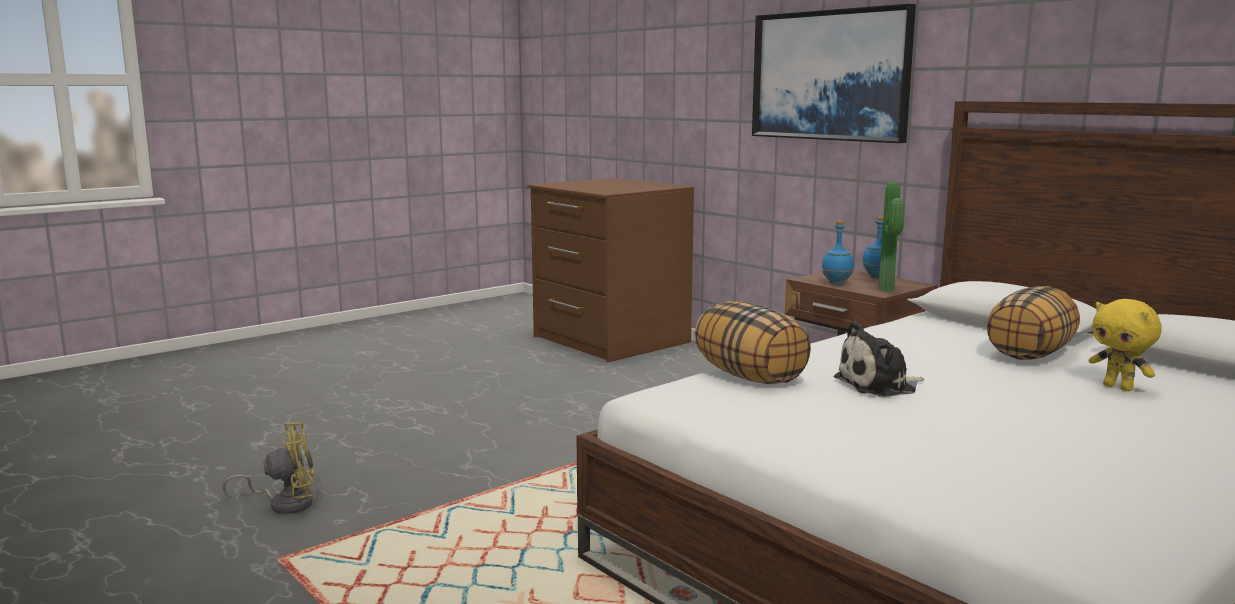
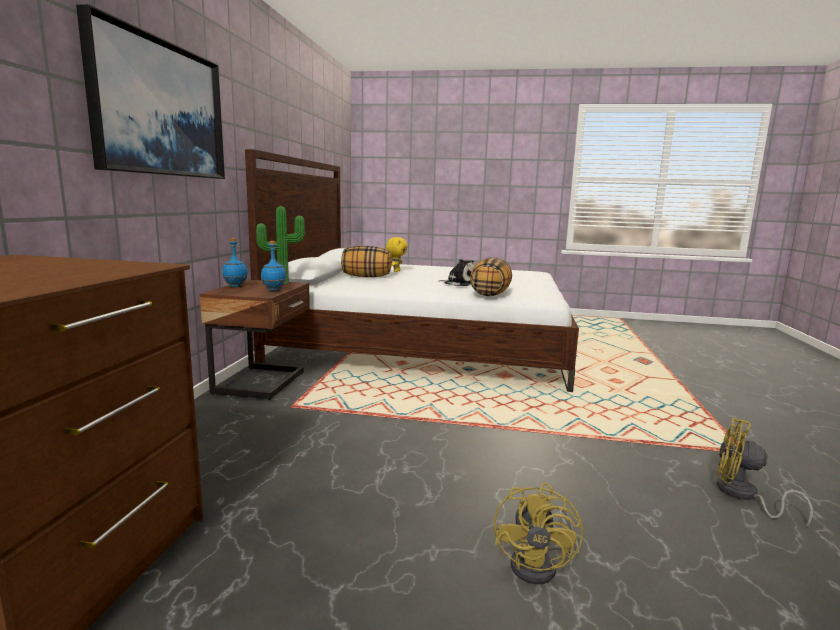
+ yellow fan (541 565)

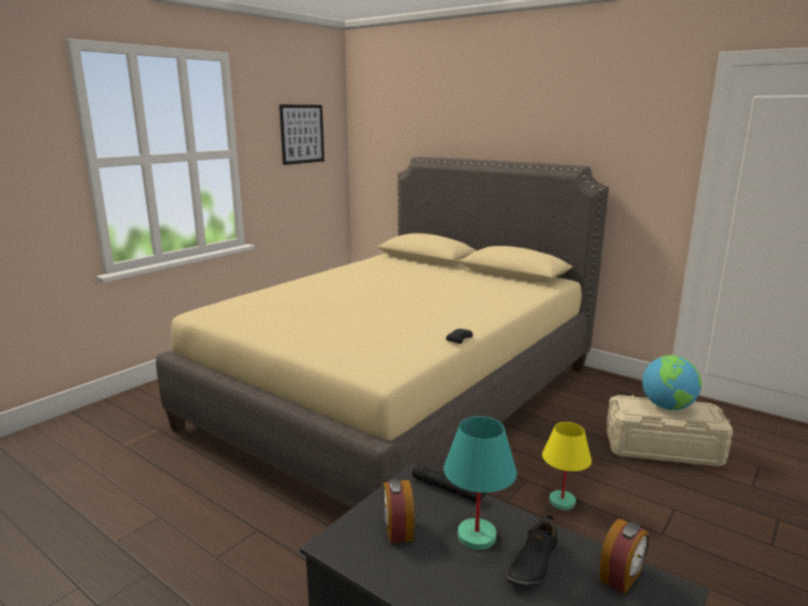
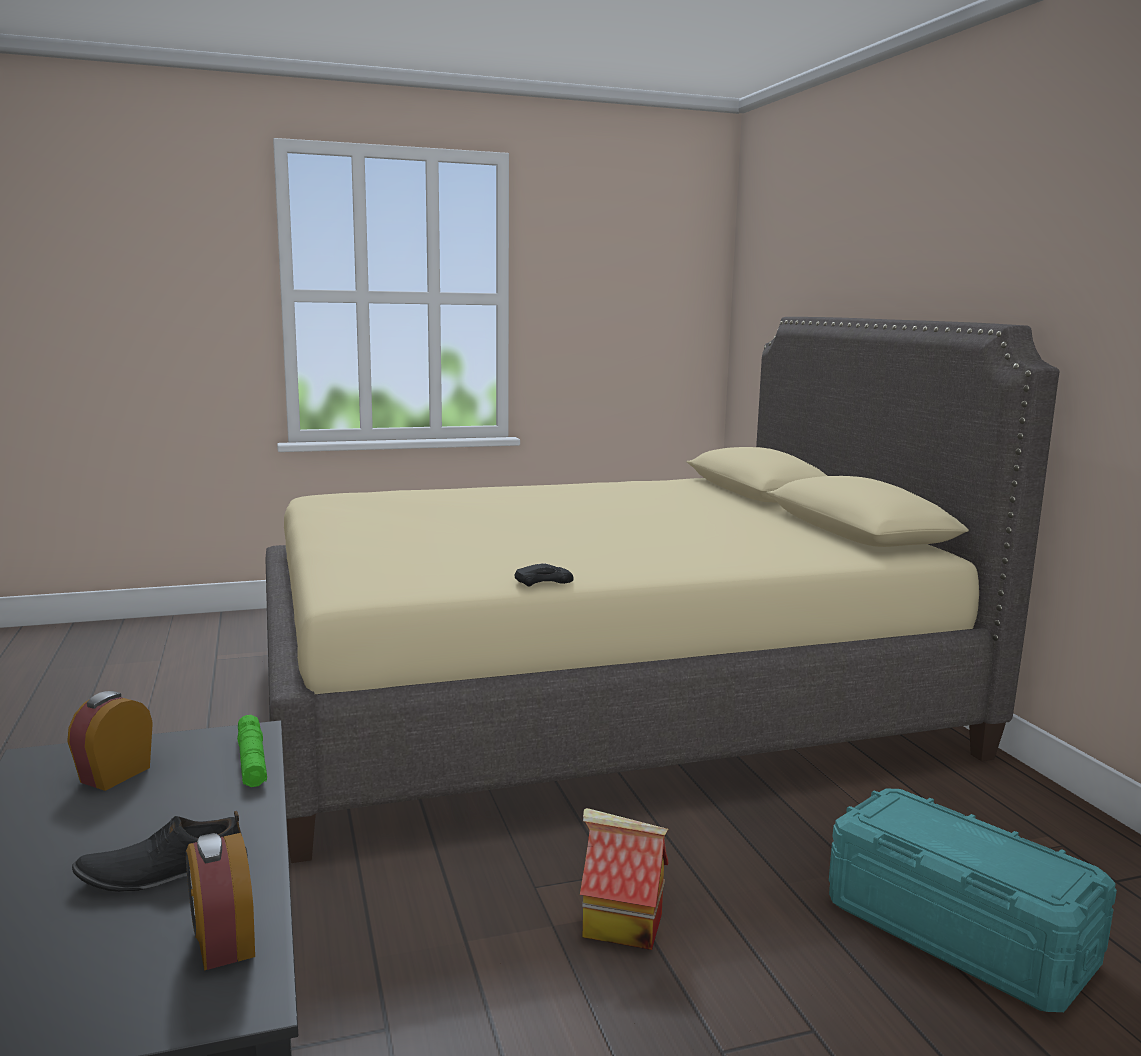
- picture (302 134)
- globe (667 407)
~ beige storage box (663 448) to turquoise storage box (958 933)
- turquoise table lamp (476 535)
~ yellow table lamp (562 502) to toy house (621 926)
~ black flashlight (447 489) to green flashlight (252 760)
~ alarm clock (621 577) = (222 942) 75 degrees clockwise

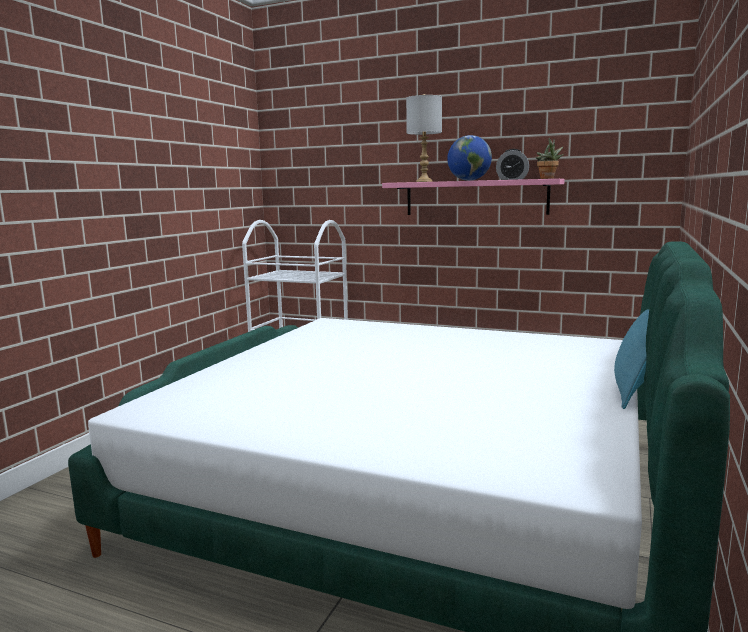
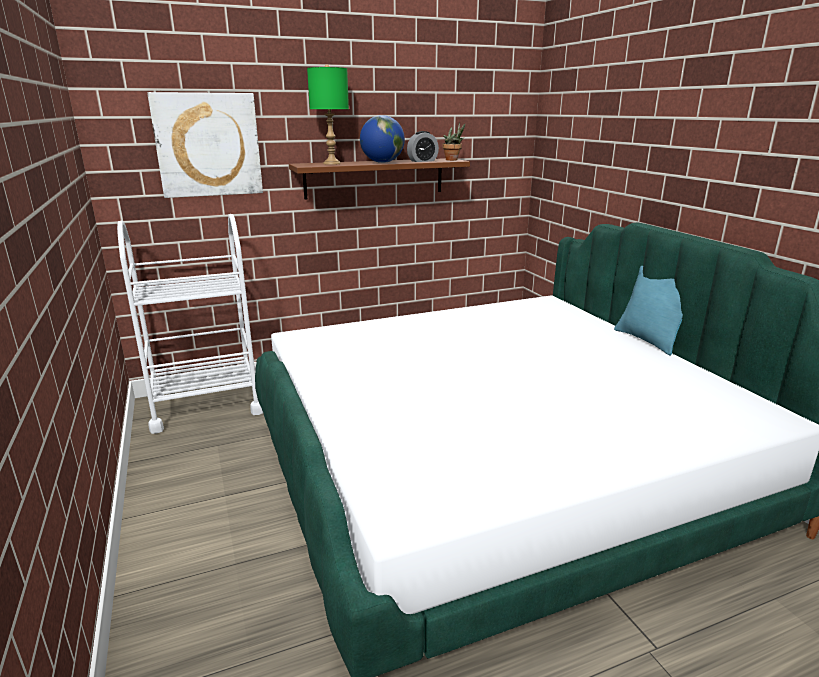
~ grey table lamp (424 181) to green table lamp (331 163)
~ pink shelf (475 198) to brown shelf (375 178)
+ picture (208 145)

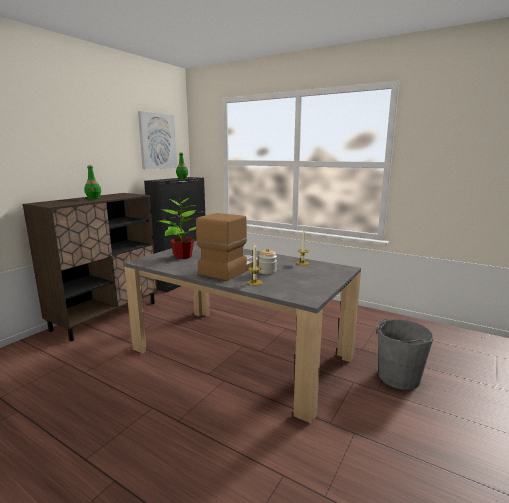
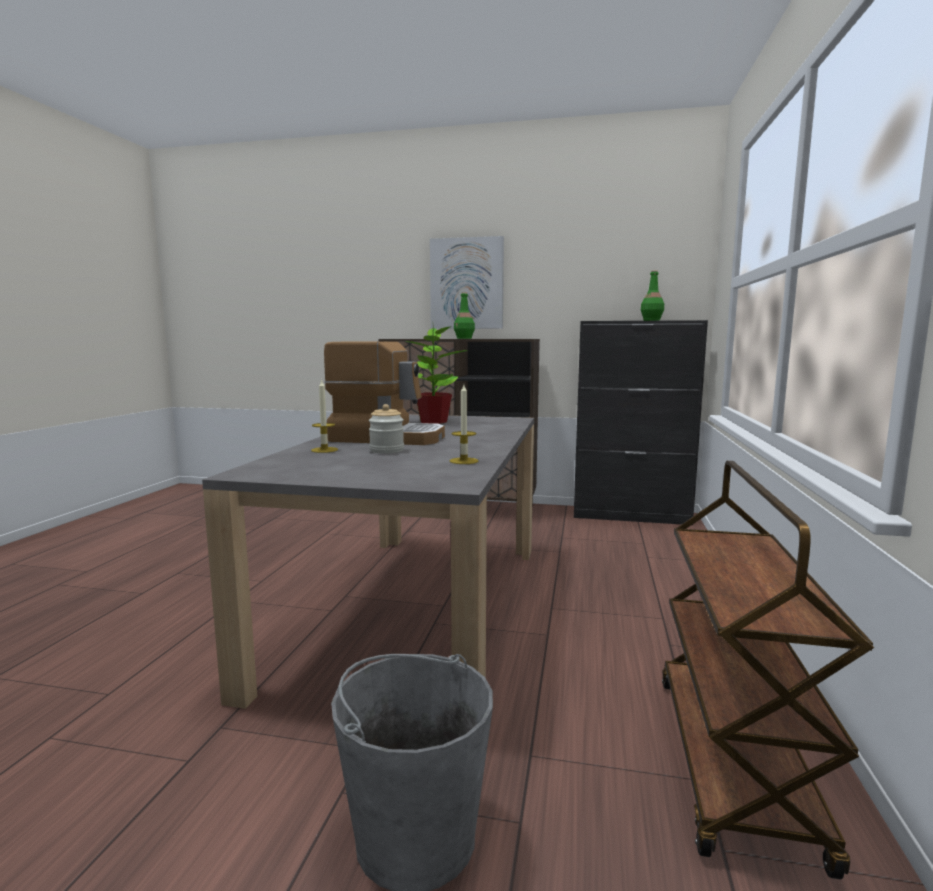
~ picture (157 141) to (467 284)
+ brown cart (734 764)

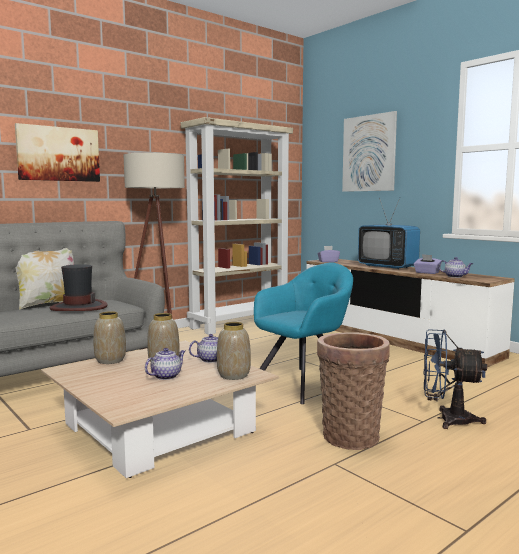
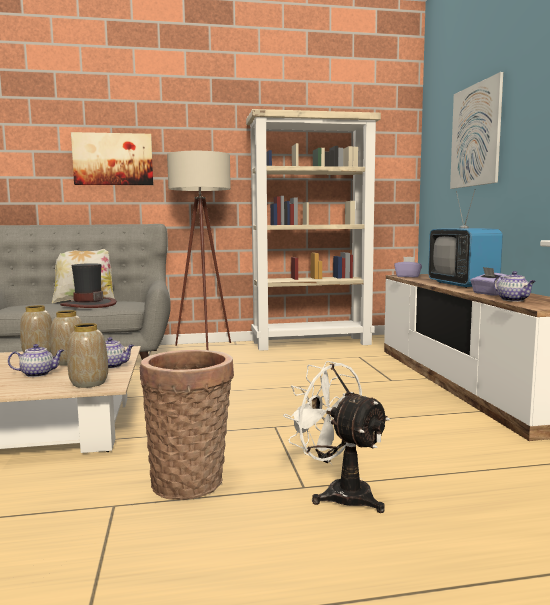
- turquoise armchair (304 383)
~ blue fan (447 419) to white fan (339 493)

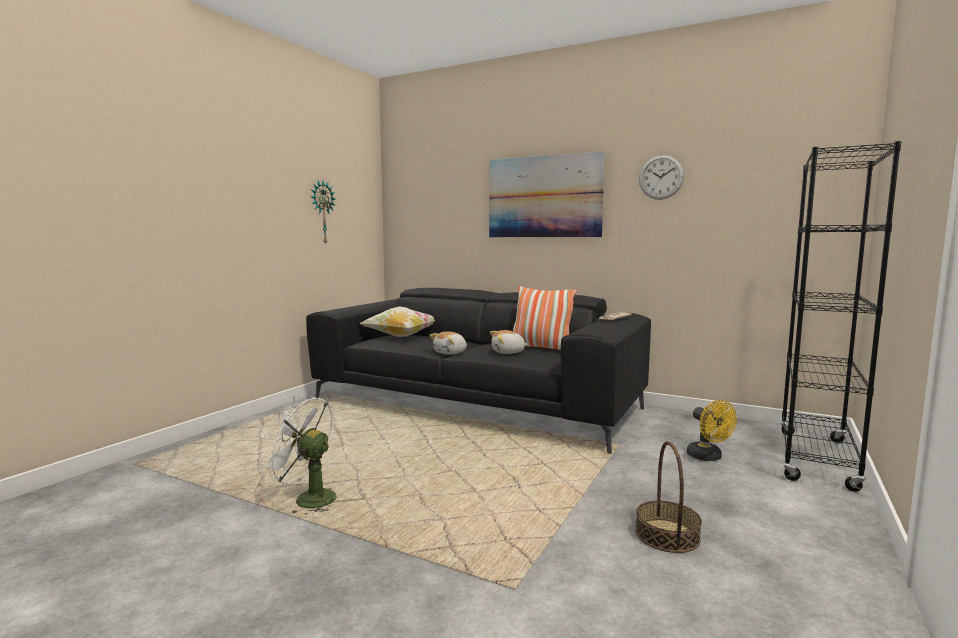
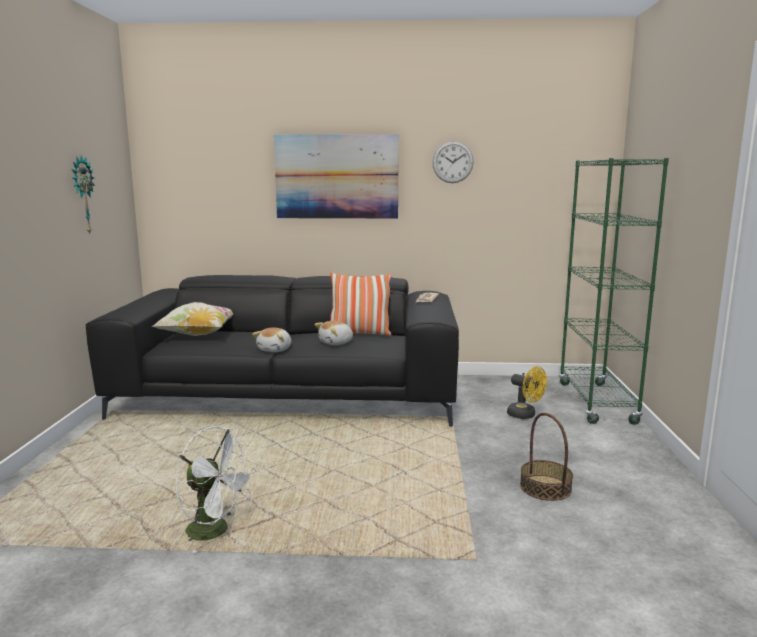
~ black bookcase (816 460) to green bookcase (596 403)
~ white fan (307 499) = (216 531) 150 degrees counterclockwise

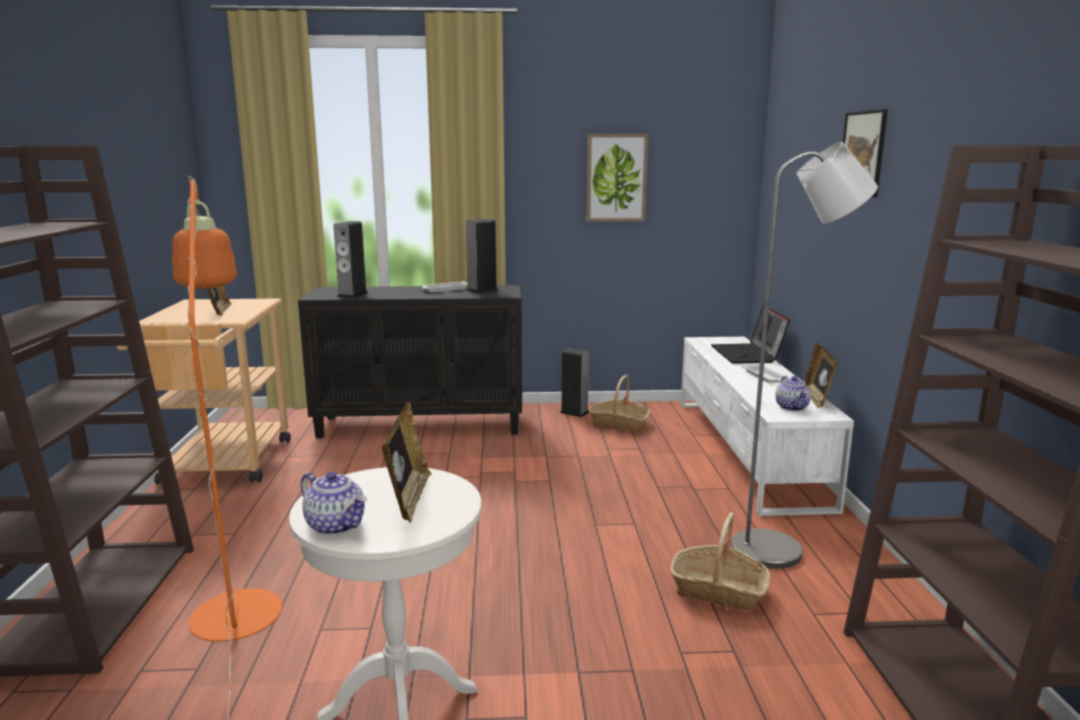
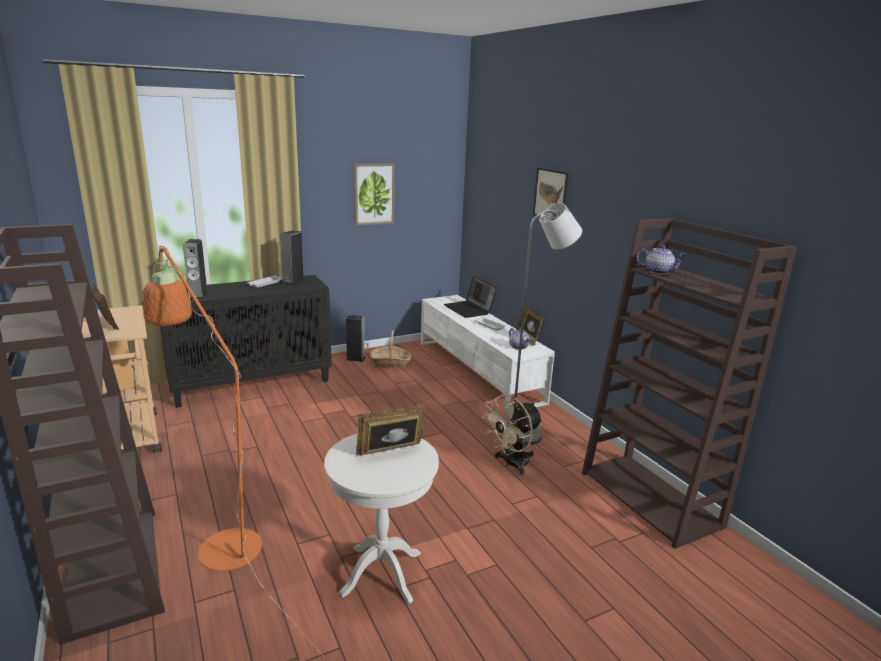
~ picture frame (408 499) = (391 453) 90 degrees counterclockwise
~ teapot (336 525) to (658 272)
~ basket (718 590) to beige fan (511 464)

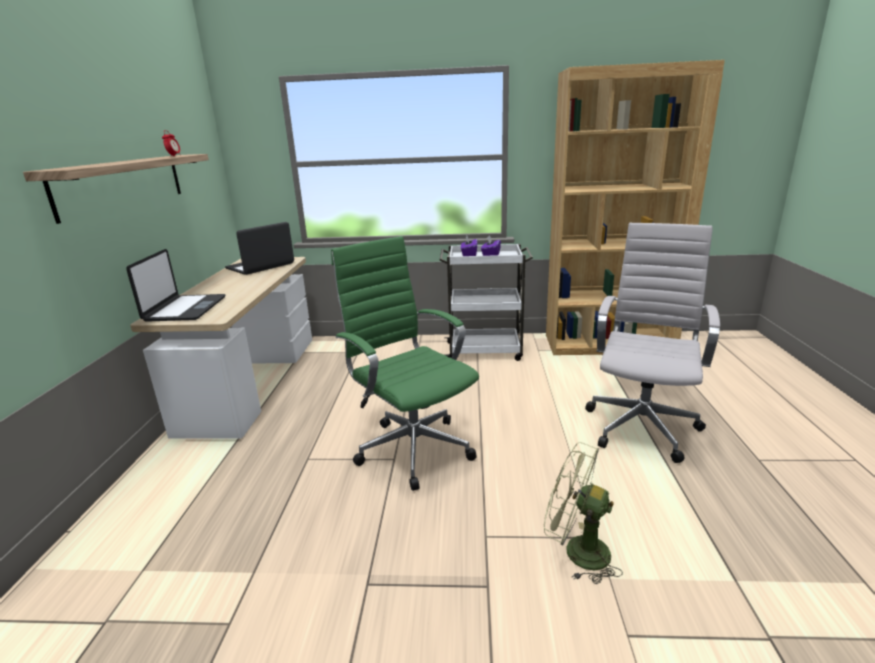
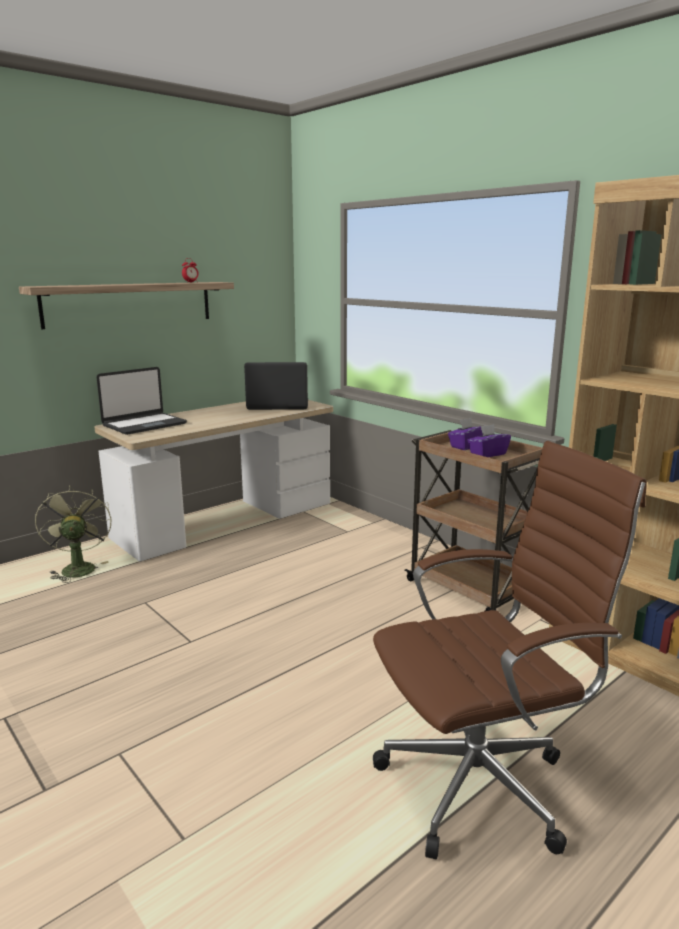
~ white office chair (642 425) to brown office chair (483 783)
- green office chair (411 447)
~ white cart (485 351) to brown cart (471 589)
~ green fan (576 551) to (77 567)

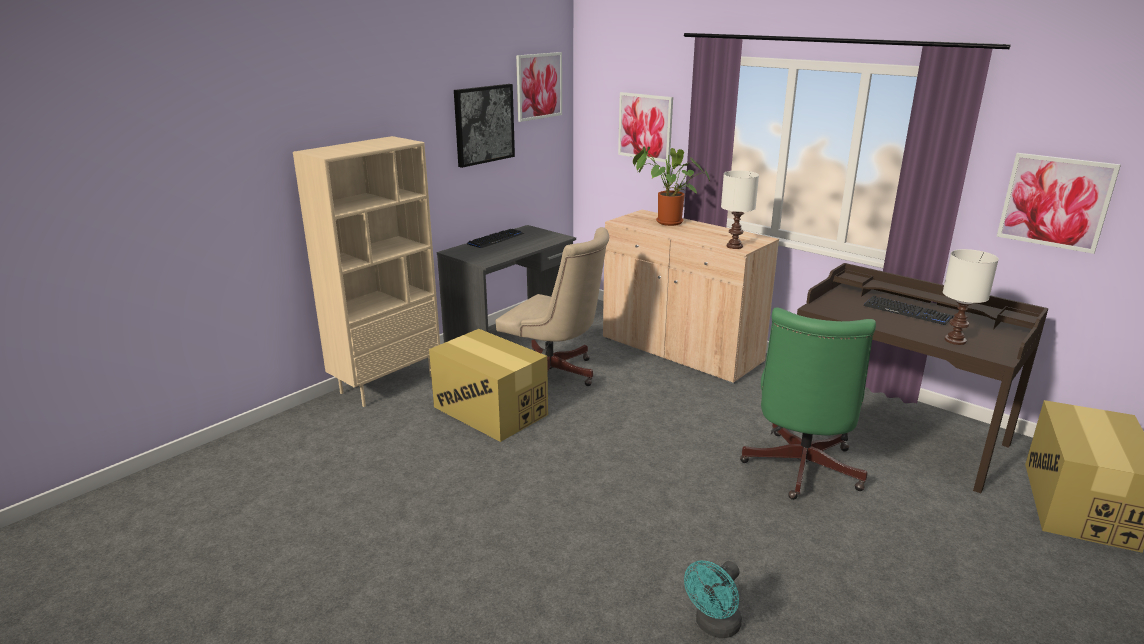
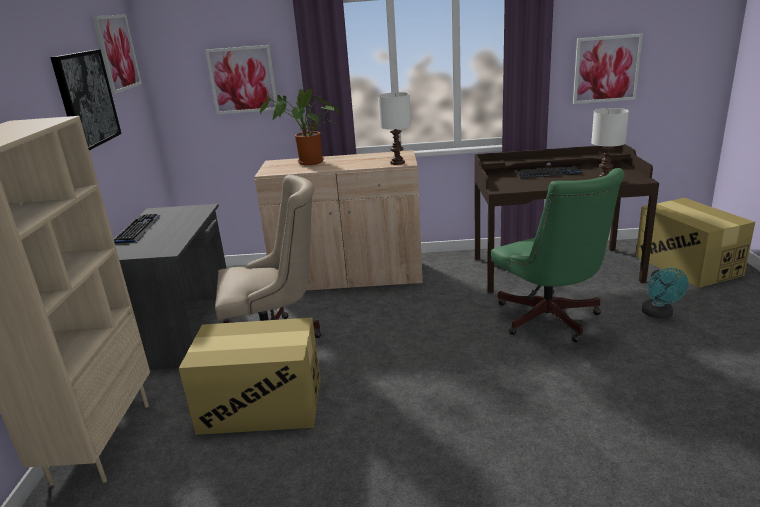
~ turquoise fan (714 626) to (659 315)

